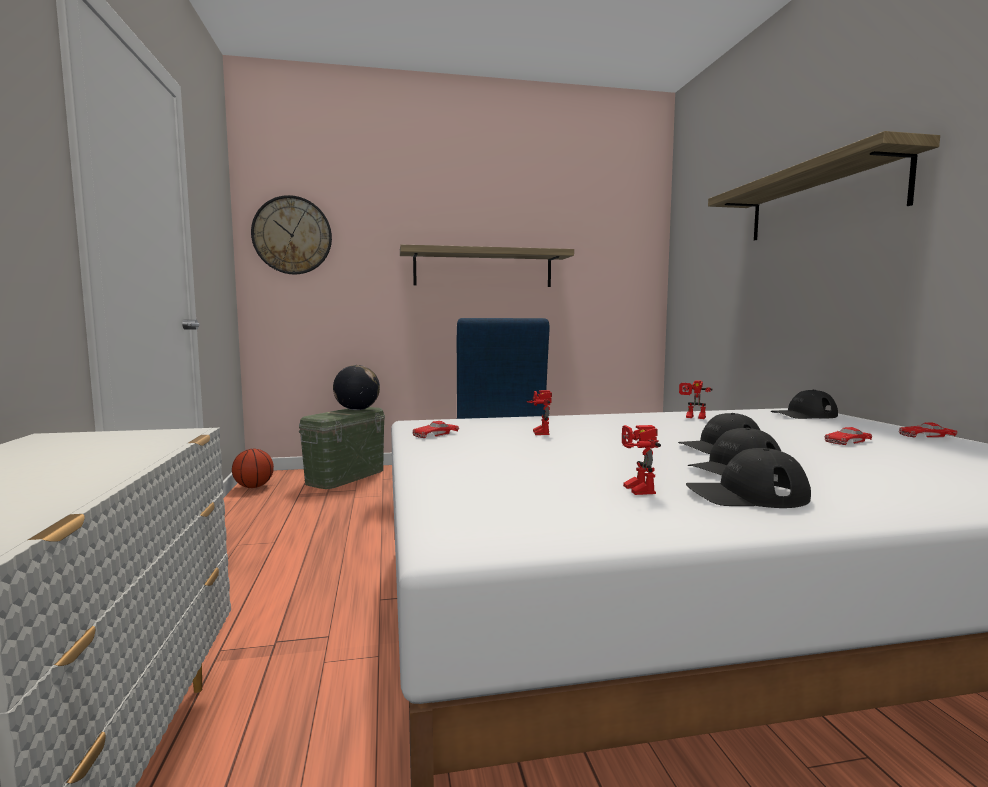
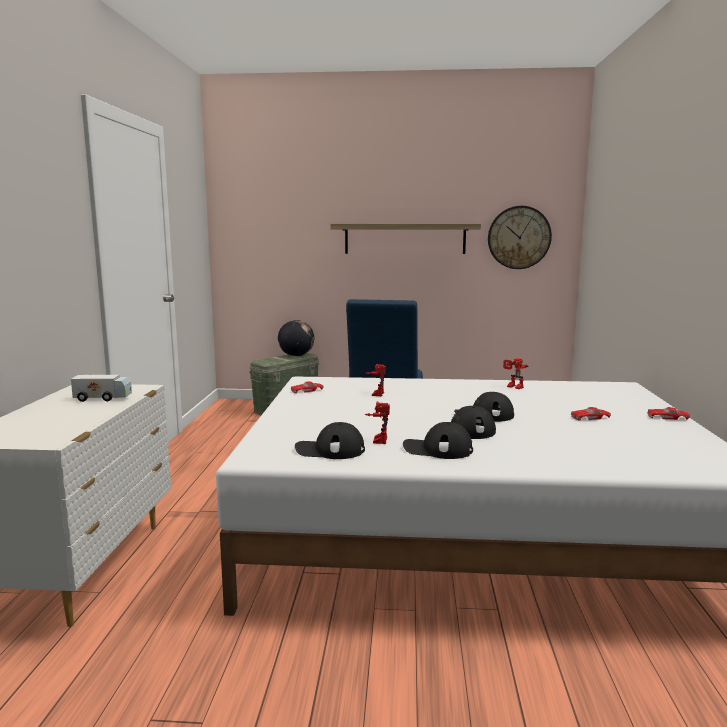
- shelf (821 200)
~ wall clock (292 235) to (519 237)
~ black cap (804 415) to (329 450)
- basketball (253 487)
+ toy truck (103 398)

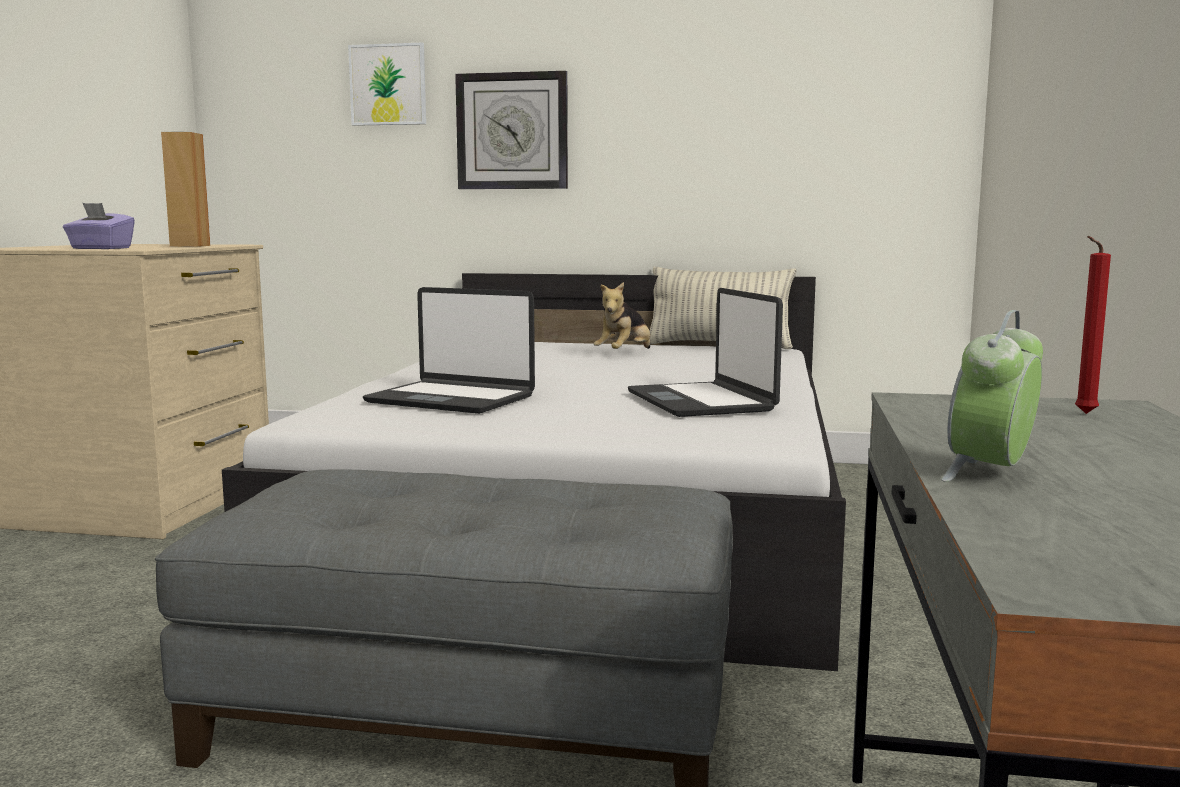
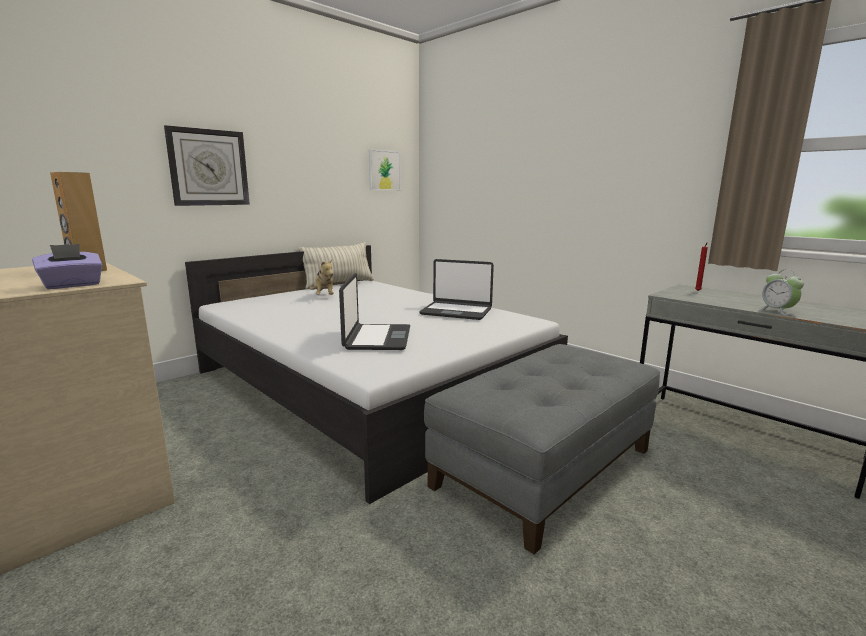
~ picture (388 85) to (384 170)
~ laptop (451 399) = (377 338) 60 degrees counterclockwise

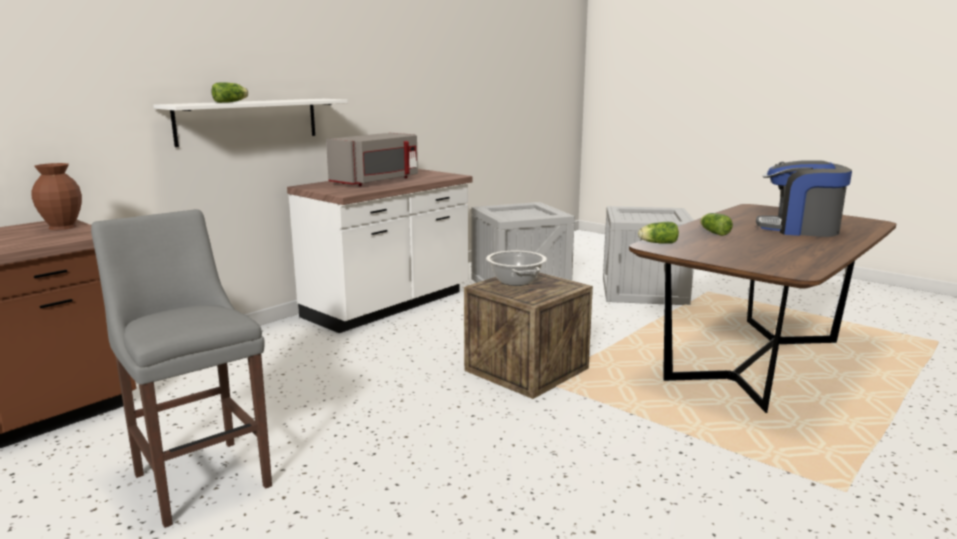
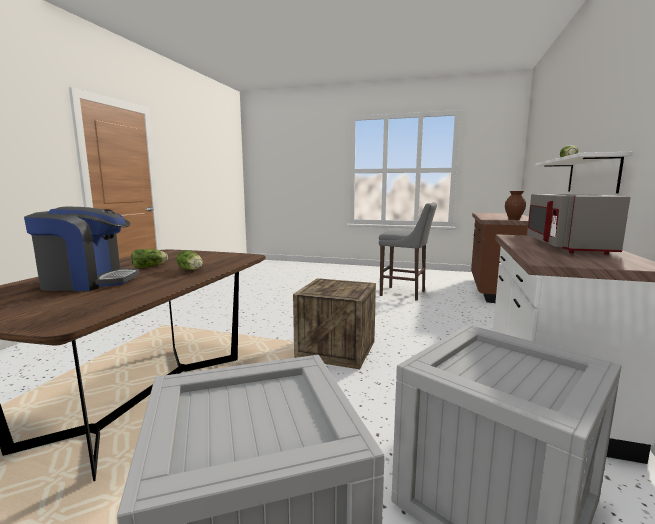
~ lettuce (657 243) to (150 266)
- cooking pot (516 281)

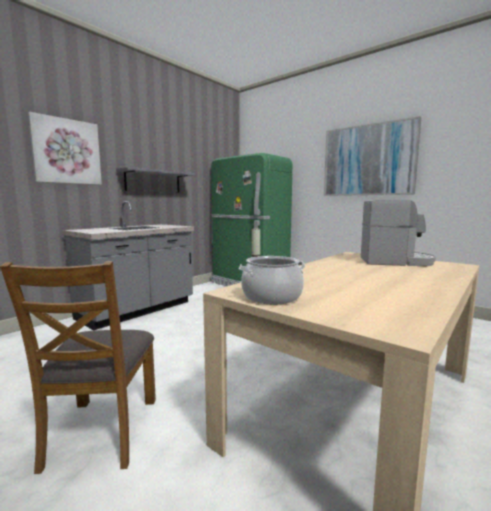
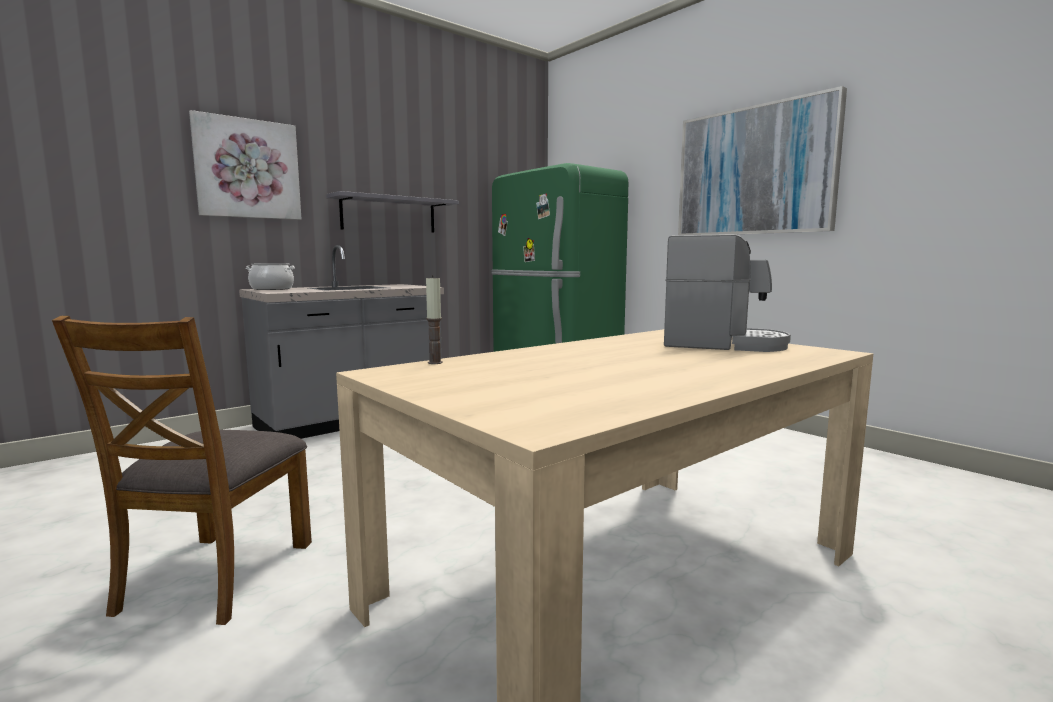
~ cooking pot (272 297) to (272 289)

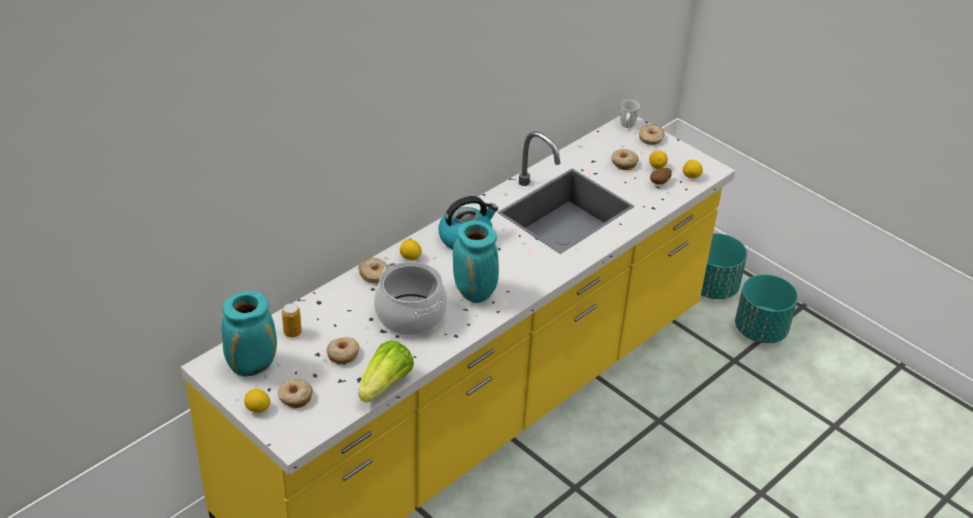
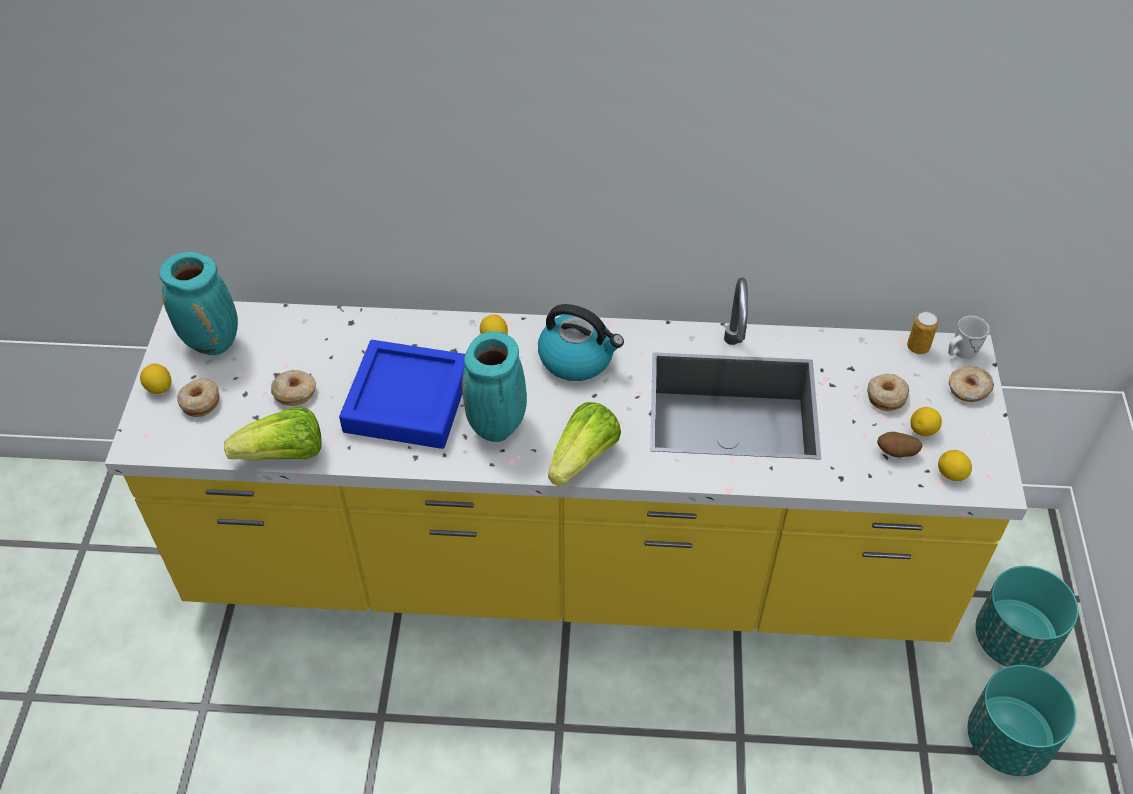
- donut (374 274)
~ cooking pot (411 315) to blue tray (407 401)
~ can (292 332) to (918 347)
+ lettuce (583 458)

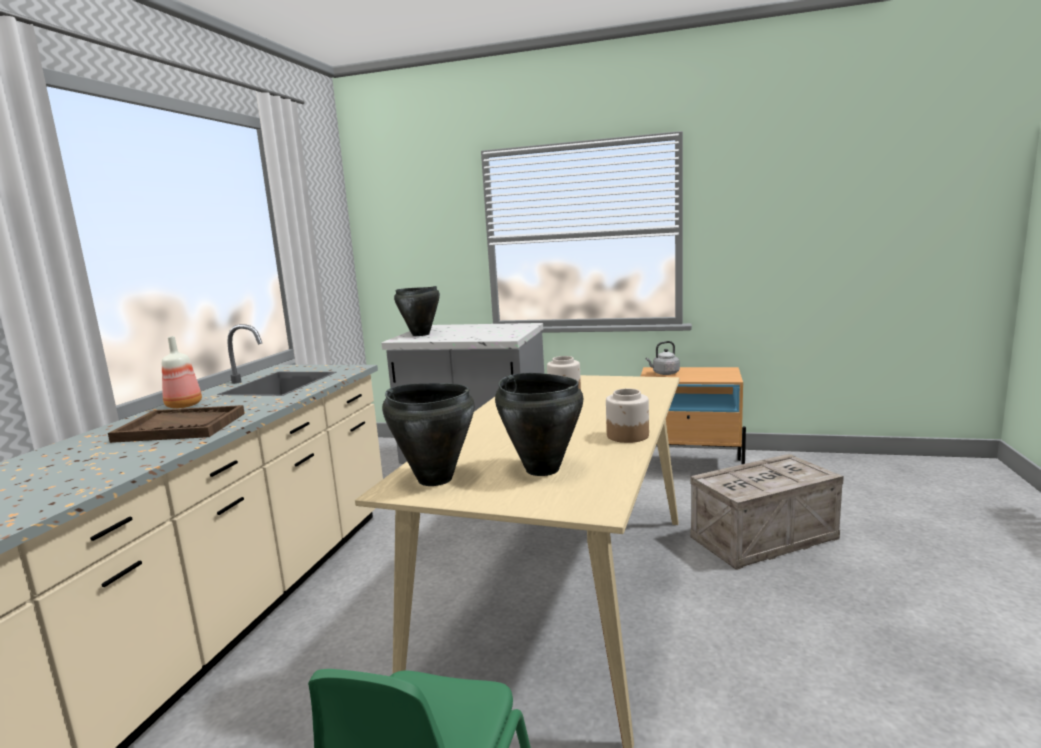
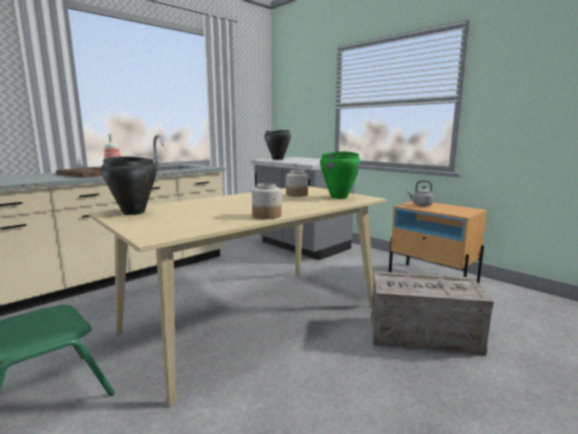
- black cooking pot (542 469)
+ green cooking pot (339 197)

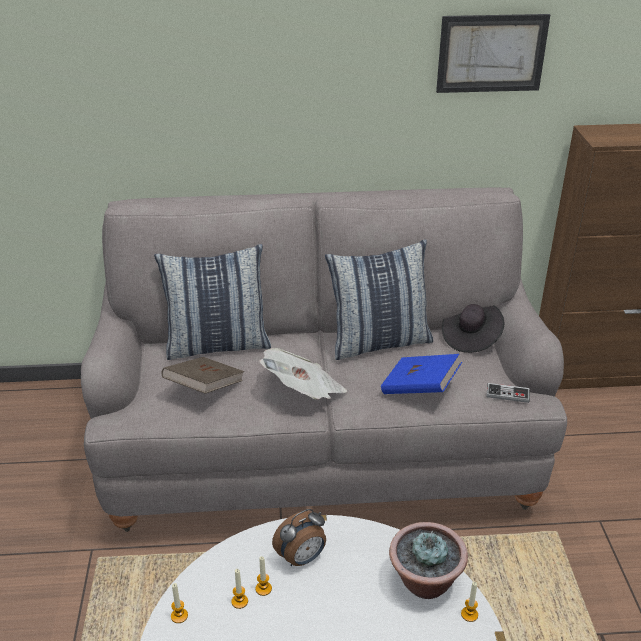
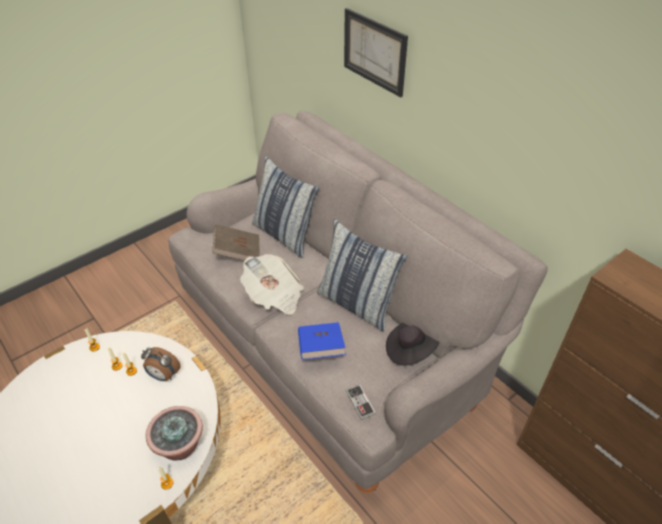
~ picture (491 53) to (374 52)

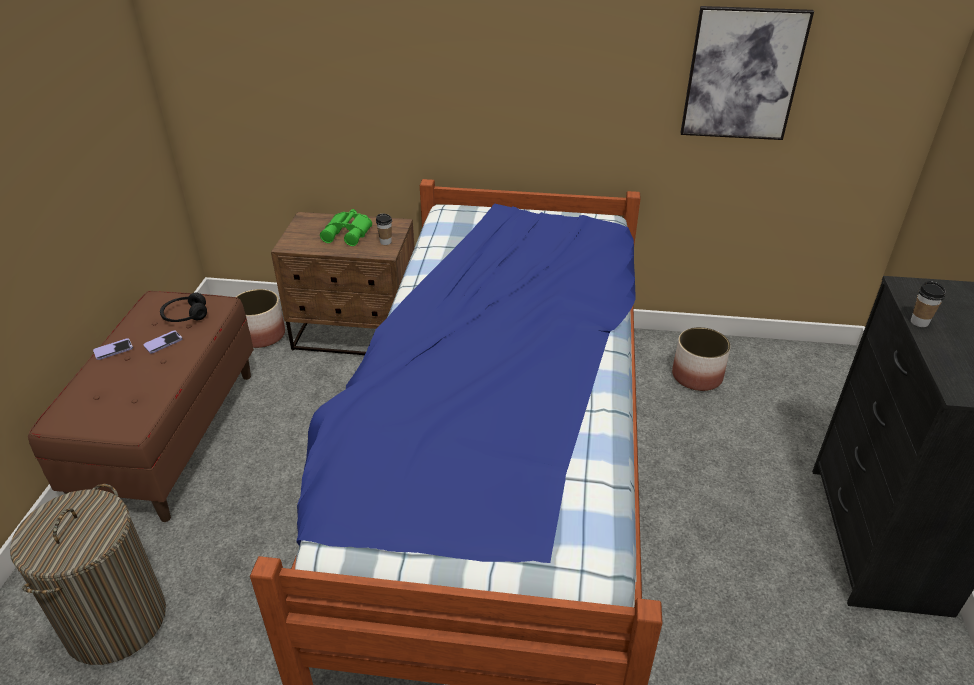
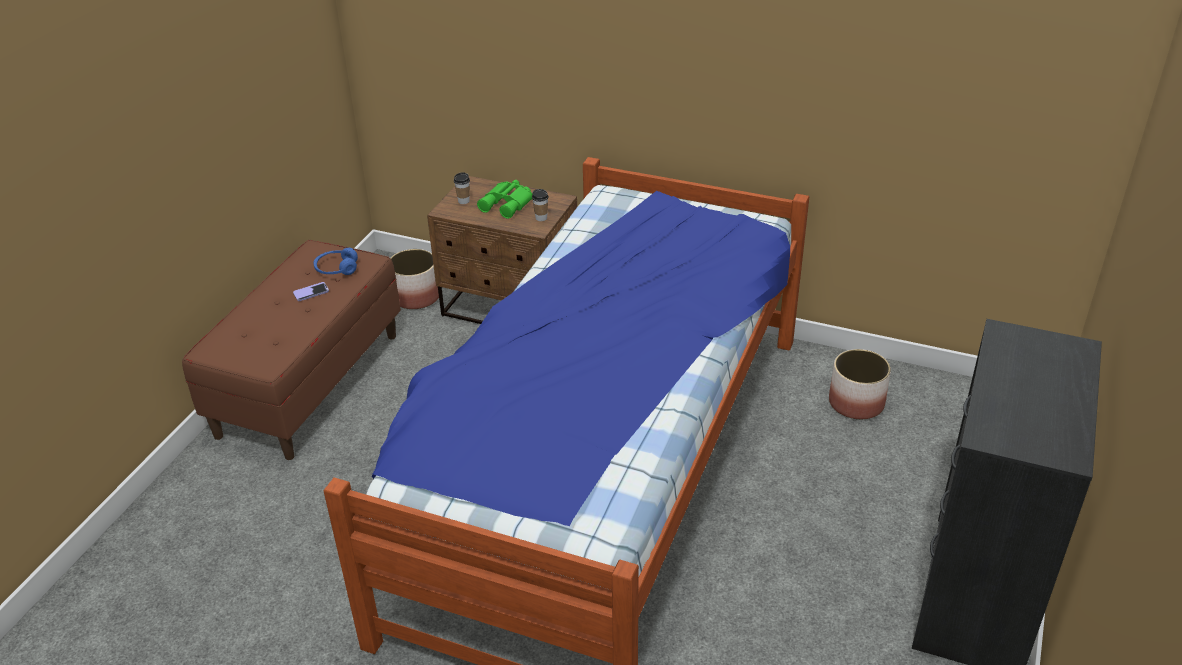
- picture (742 74)
~ cup (919 322) to (463 201)
~ black headphones (185 316) to blue headphones (336 269)
- phone (113 350)
- laundry basket (116 621)

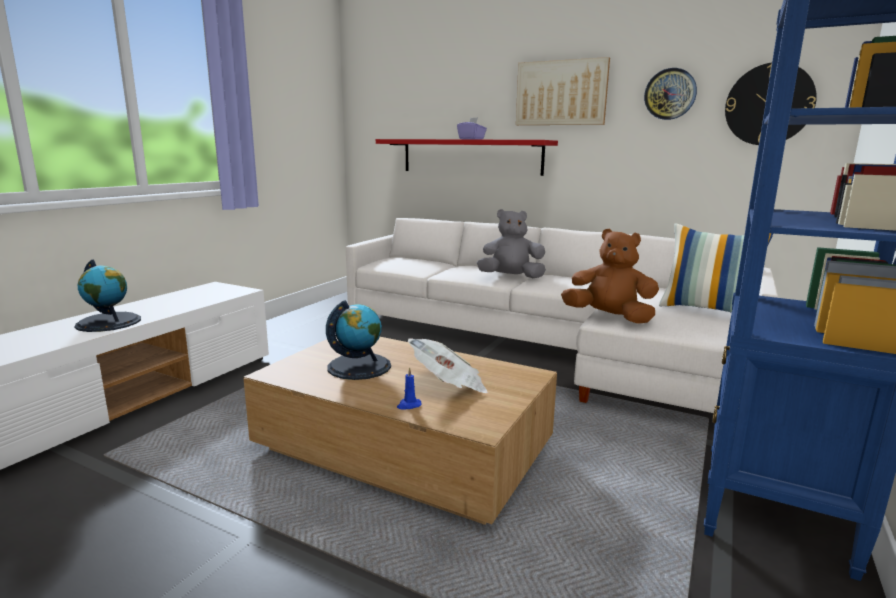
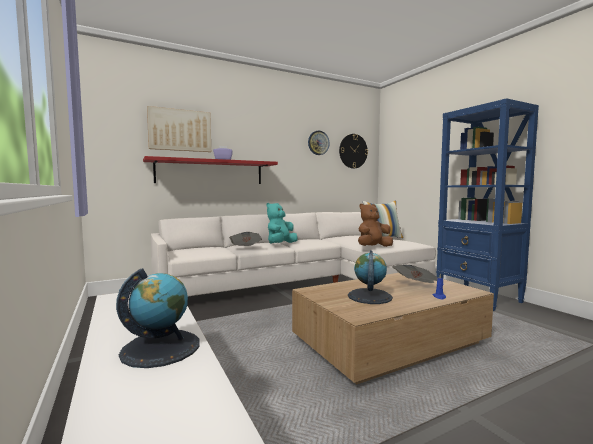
~ picture (561 93) to (180 130)
~ grey plush toy (511 277) to turquoise plush toy (280 244)
+ newspaper (246 248)

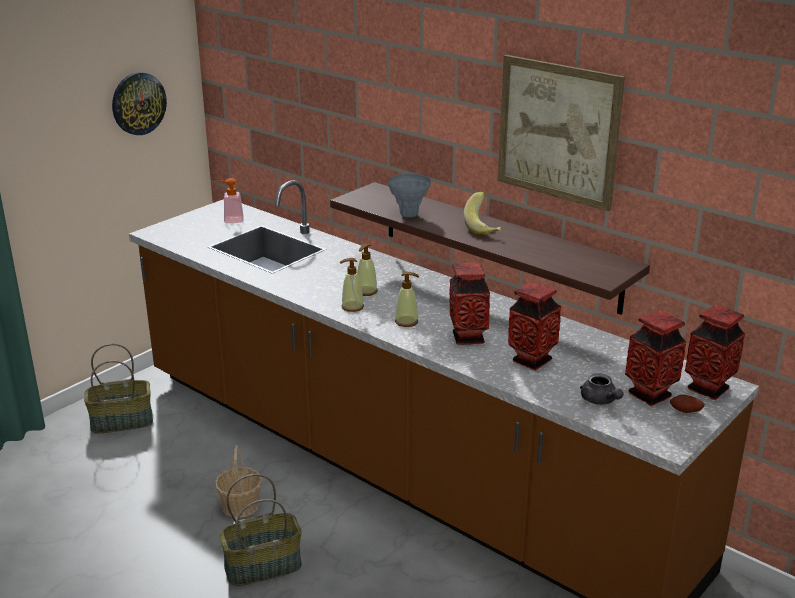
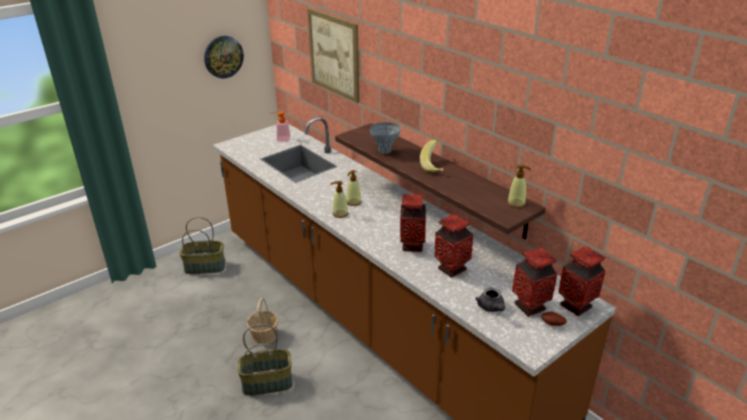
~ picture (558 131) to (334 55)
~ soap dispenser (406 322) to (516 203)

